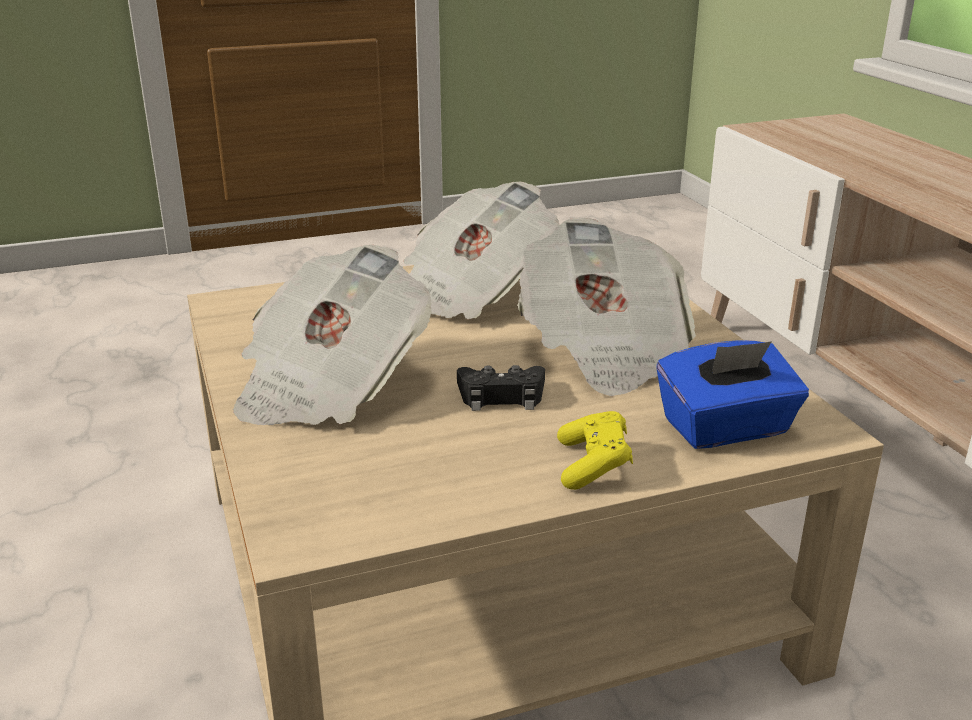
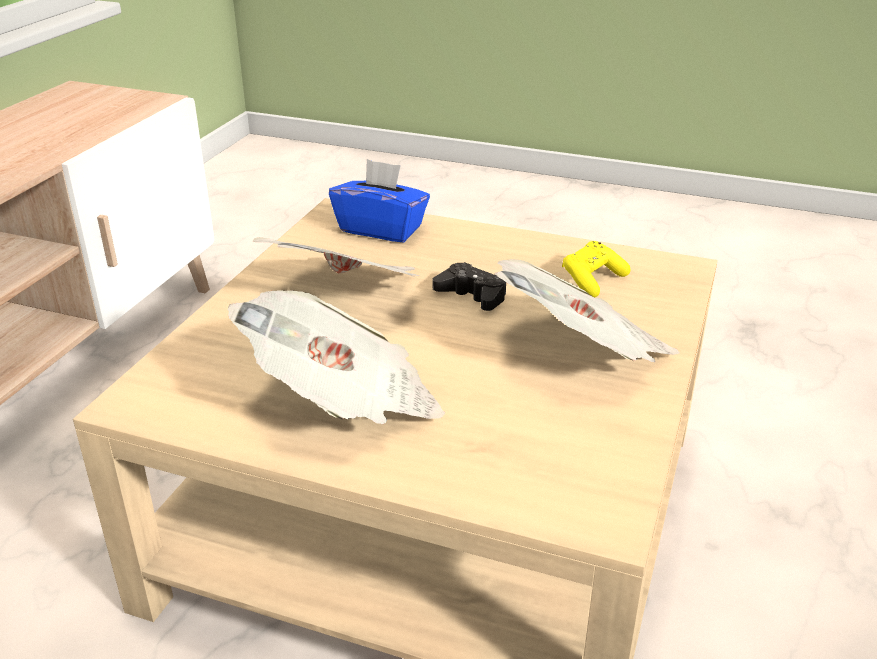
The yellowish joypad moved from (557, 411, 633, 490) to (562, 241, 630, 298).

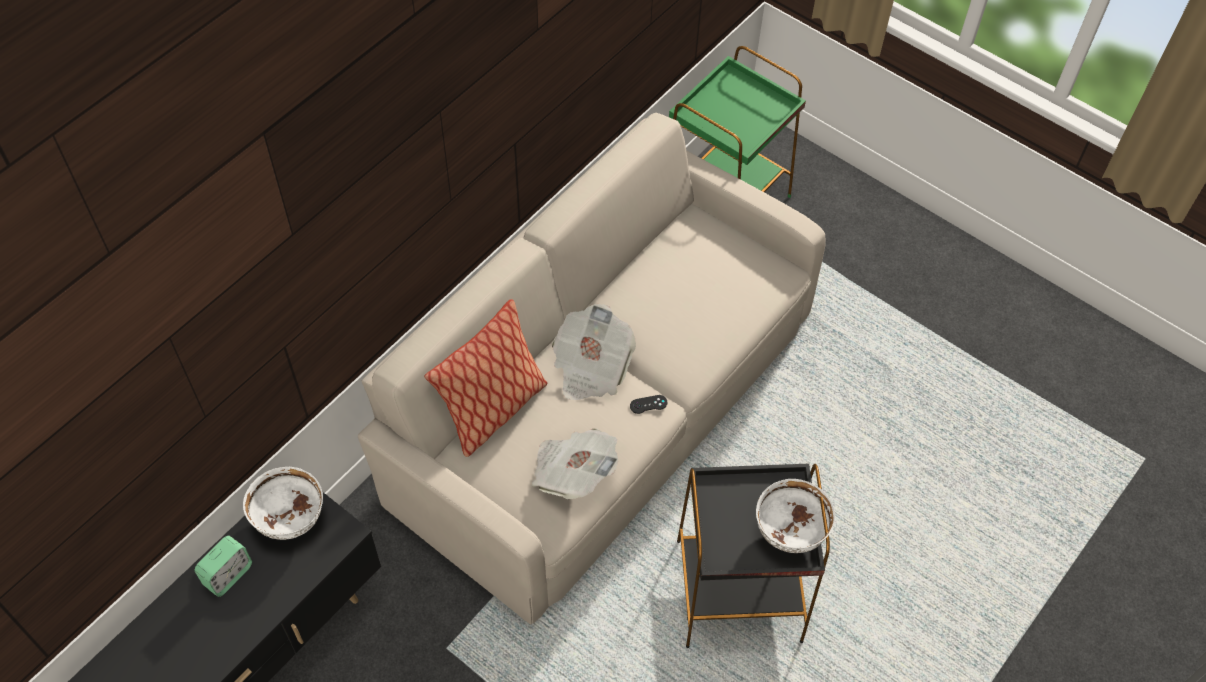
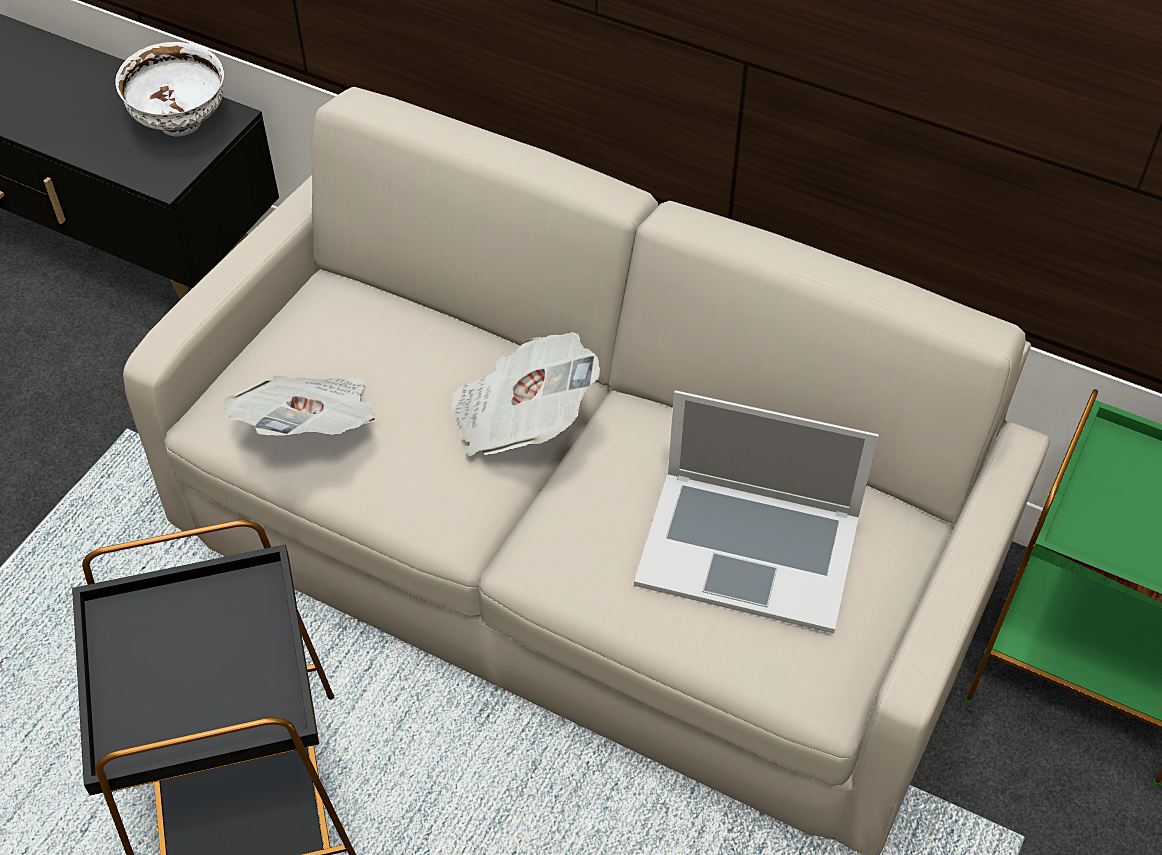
The portable computer at (634, 390, 879, 633) appeared.
The table clock at (195, 536, 252, 597) disappeared.
The throw pillow at (424, 299, 547, 457) disappeared.
The black-coloured joypad at (630, 395, 667, 414) disappeared.
The whitish deep dish at (756, 479, 835, 553) disappeared.

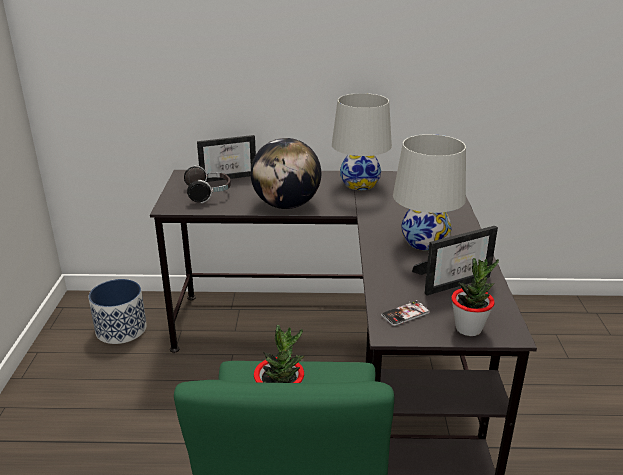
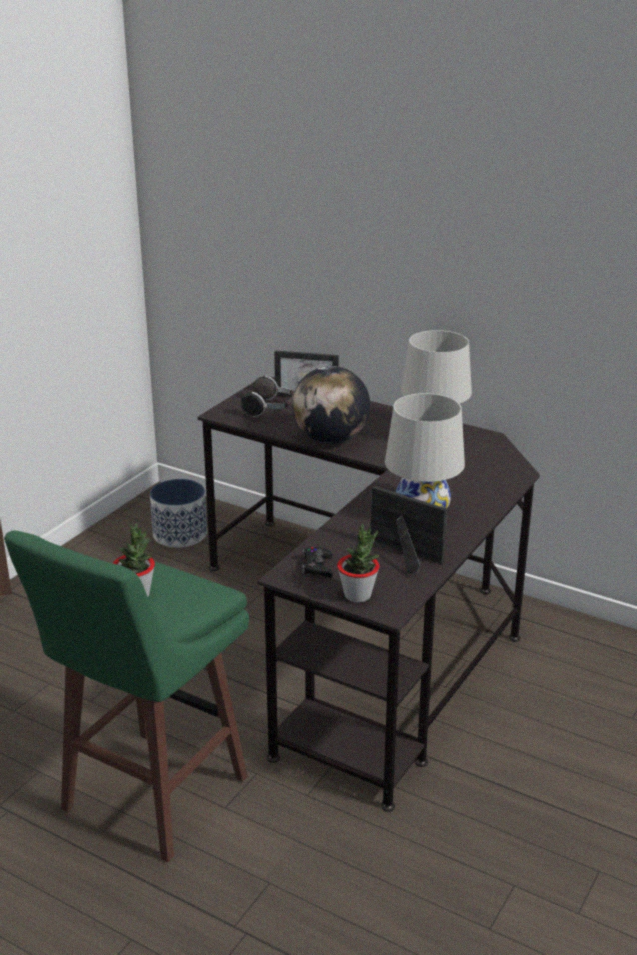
The phone at (381, 300, 430, 326) was replaced by the black-coloured joypad at (302, 547, 333, 578).
The photo frame at (412, 226, 498, 295) turned 150 degrees counterclockwise.

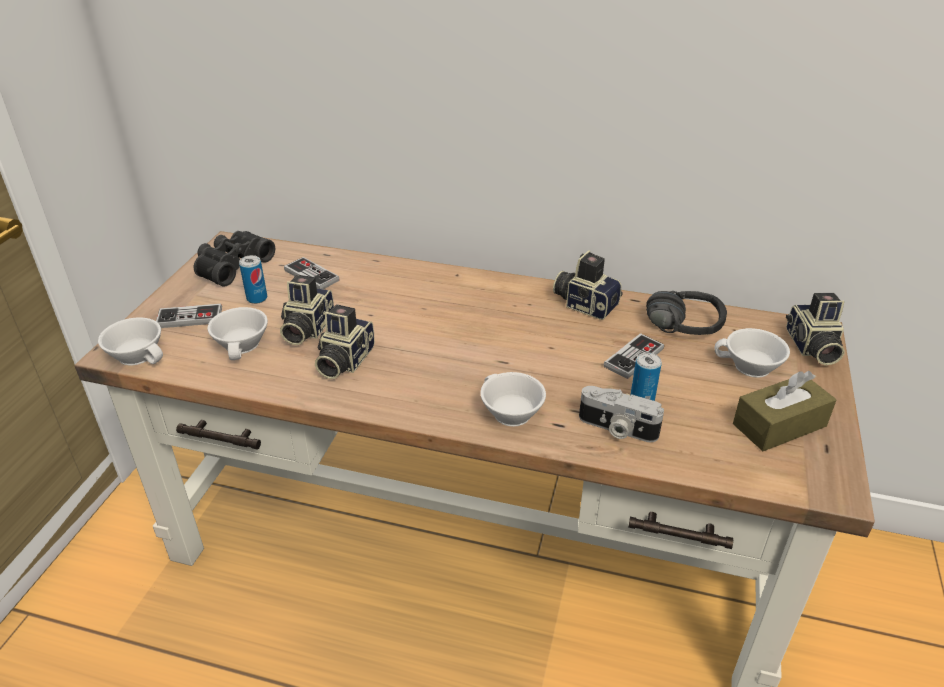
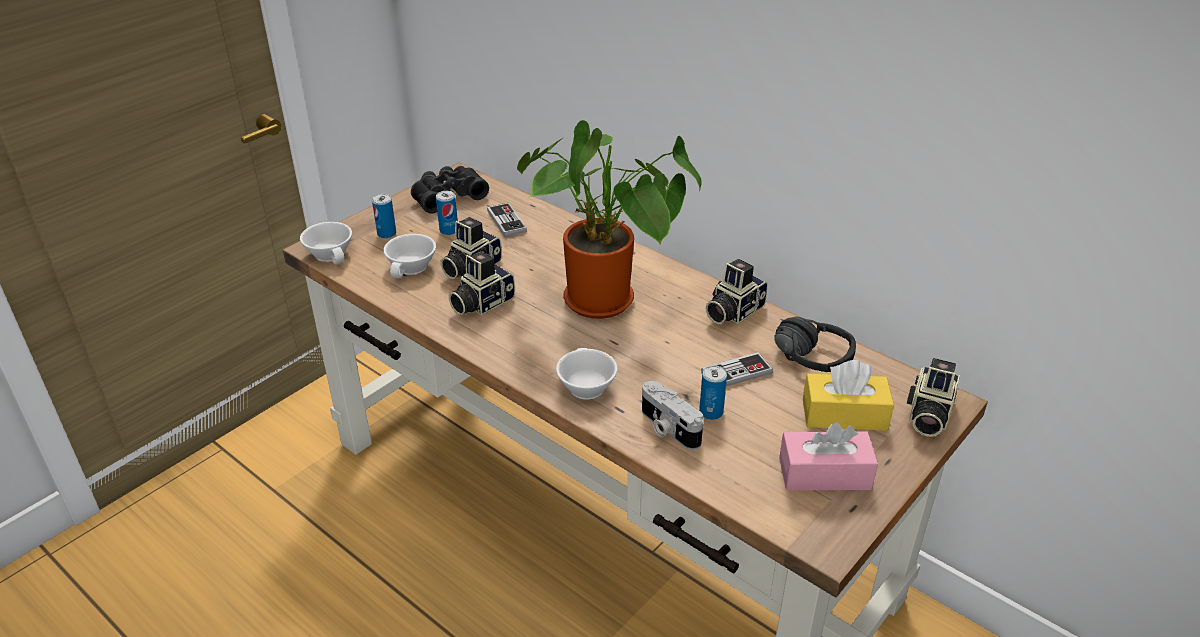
The joypad at (156, 304, 222, 328) was replaced by the can at (372, 194, 396, 239).
The houseplant at (517, 120, 702, 319) appeared.
The still camera at (553, 250, 623, 320) turned 105 degrees counterclockwise.
The brown tissue holder at (733, 371, 837, 451) became the pink tissue holder at (779, 422, 878, 490).
The whitish cup at (714, 328, 790, 378) was replaced by the yellowish tissue holder at (803, 360, 894, 431).

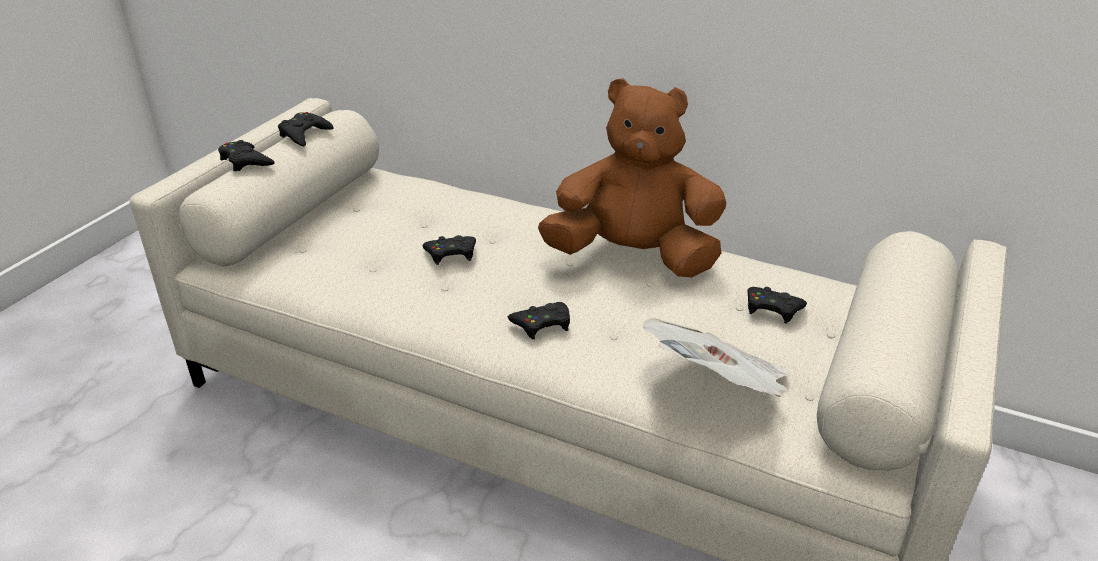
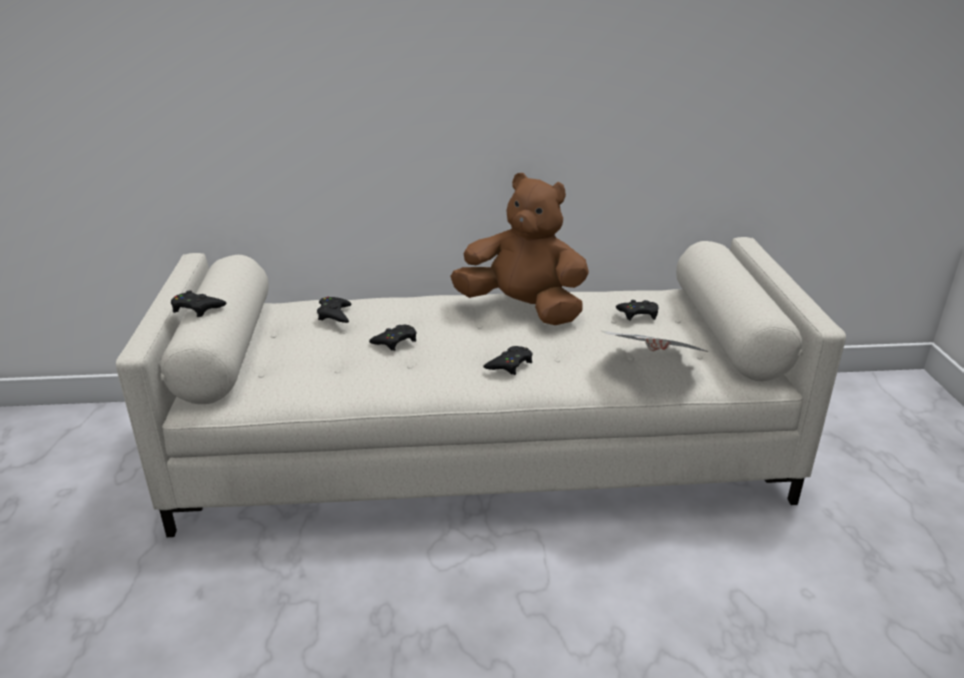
The black-coloured joypad moved from (278, 112, 334, 146) to (317, 297, 352, 323).
The brown cuddly toy at (538, 78, 726, 277) turned 45 degrees clockwise.

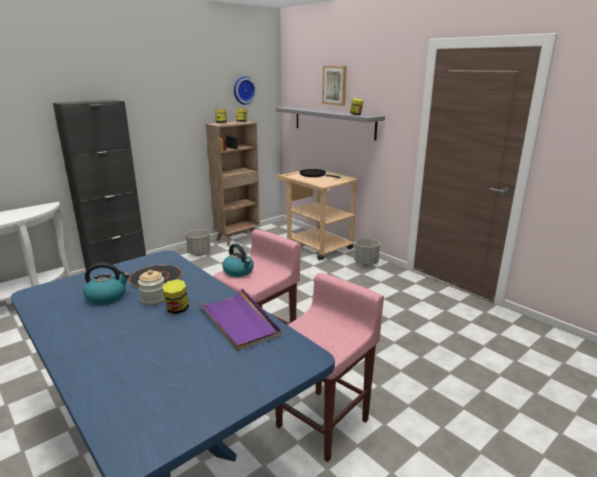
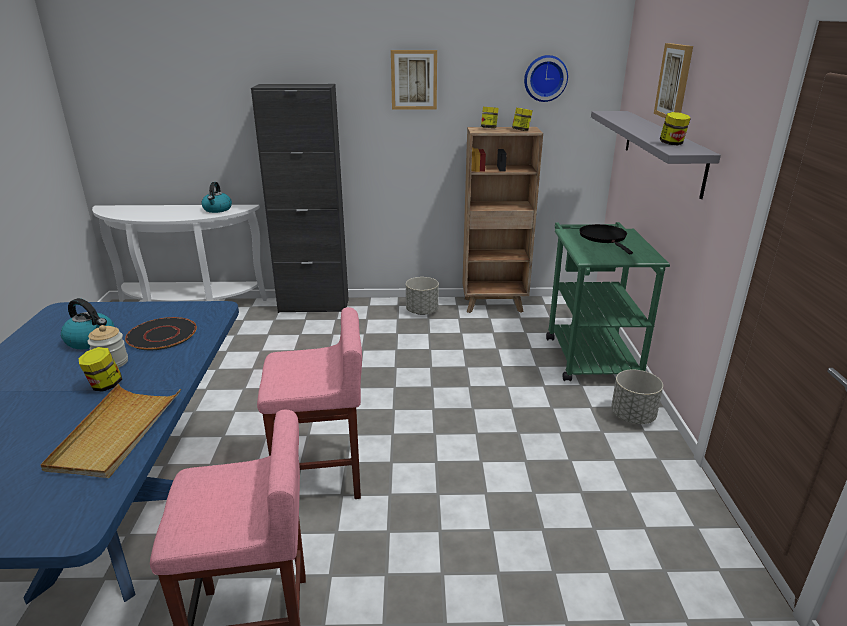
The purplish tray at (197, 288, 281, 351) became the beige-coloured tray at (40, 384, 181, 478).
The water kettle moved from (222, 243, 254, 277) to (201, 182, 232, 213).
The wall art at (391, 50, 437, 110) appeared.
The beige-coloured wheeled cart at (276, 169, 359, 260) became the green-coloured wheeled cart at (546, 222, 670, 381).

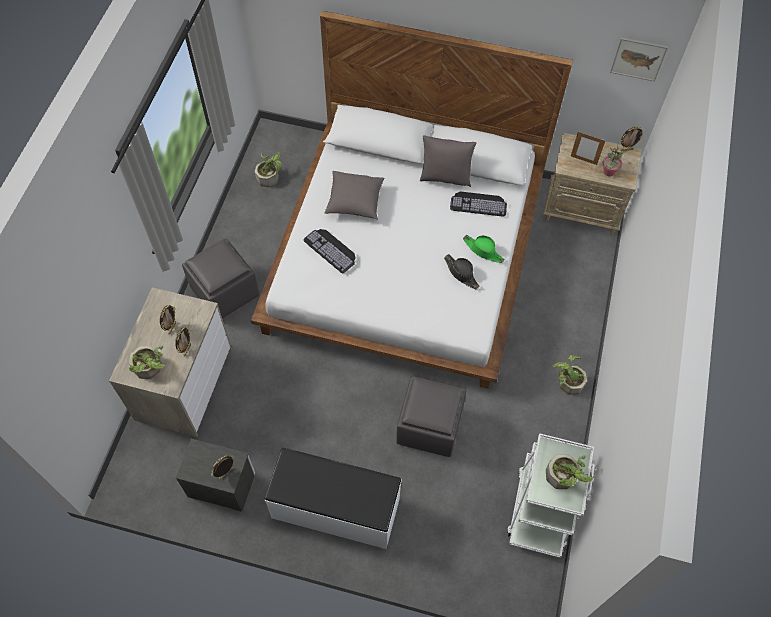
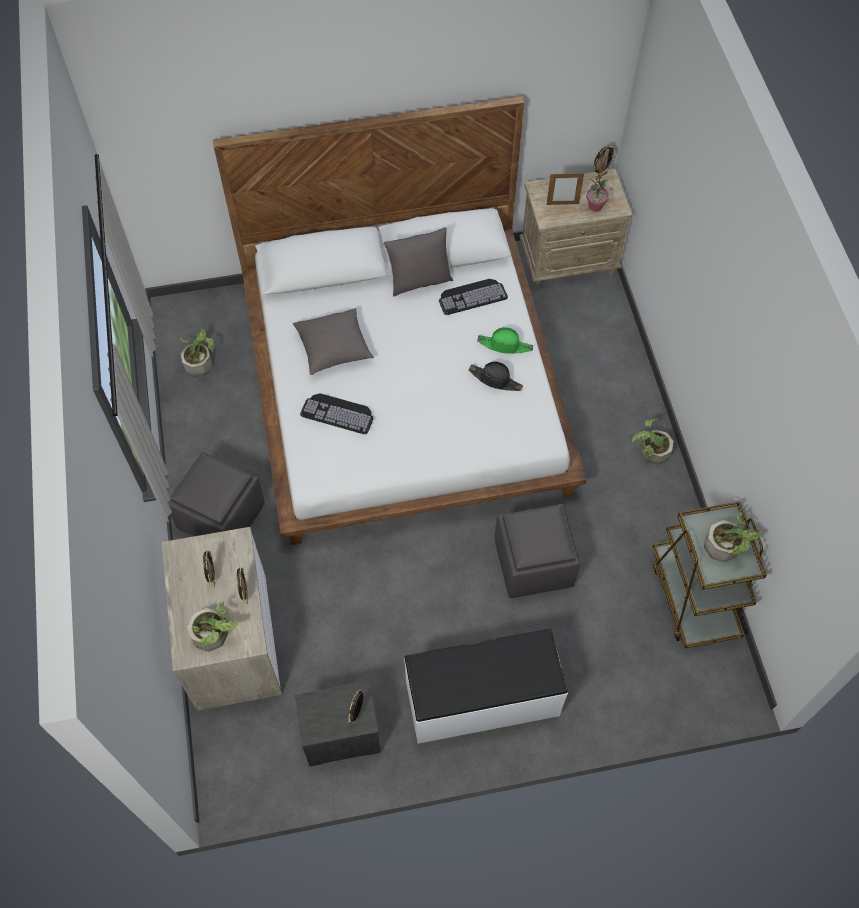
The whitish wheeled cart at (507, 433, 595, 558) became the brown wheeled cart at (653, 501, 767, 648).
The wall art at (610, 38, 668, 82) disappeared.

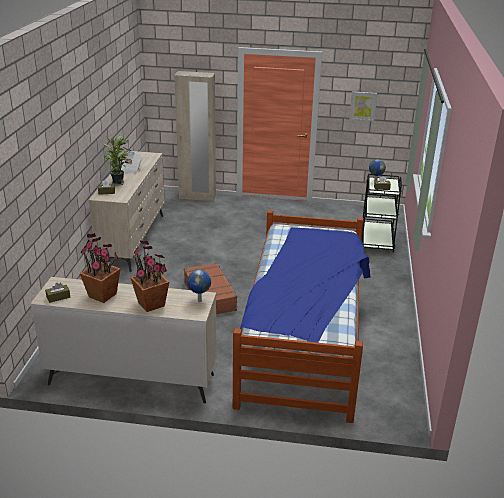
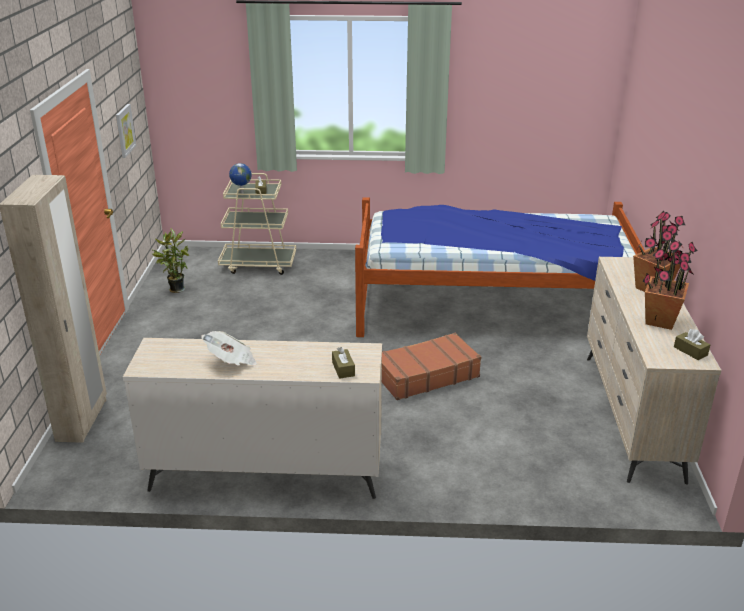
The houseplant moved from (103, 135, 131, 186) to (152, 228, 189, 293).
The black-coloured wheeled cart at (362, 174, 402, 252) became the beige-coloured wheeled cart at (218, 173, 296, 275).
The globe at (187, 270, 211, 302) disappeared.

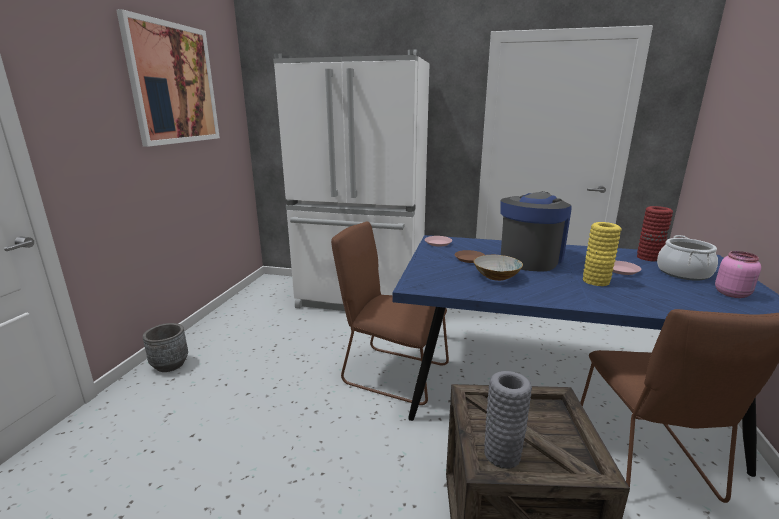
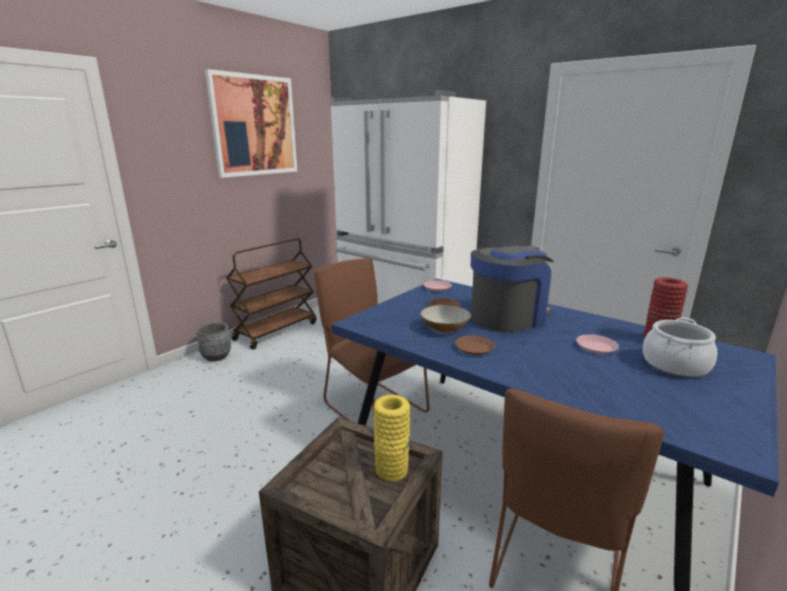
The brown wheeled cart at (226, 238, 317, 349) appeared.
The yellowish vase moved from (583, 222, 622, 286) to (373, 395, 410, 481).
The brown flat dish at (455, 335, 495, 355) appeared.
The grey vase at (484, 371, 532, 469) disappeared.
The pink jar at (715, 251, 761, 298) disappeared.

